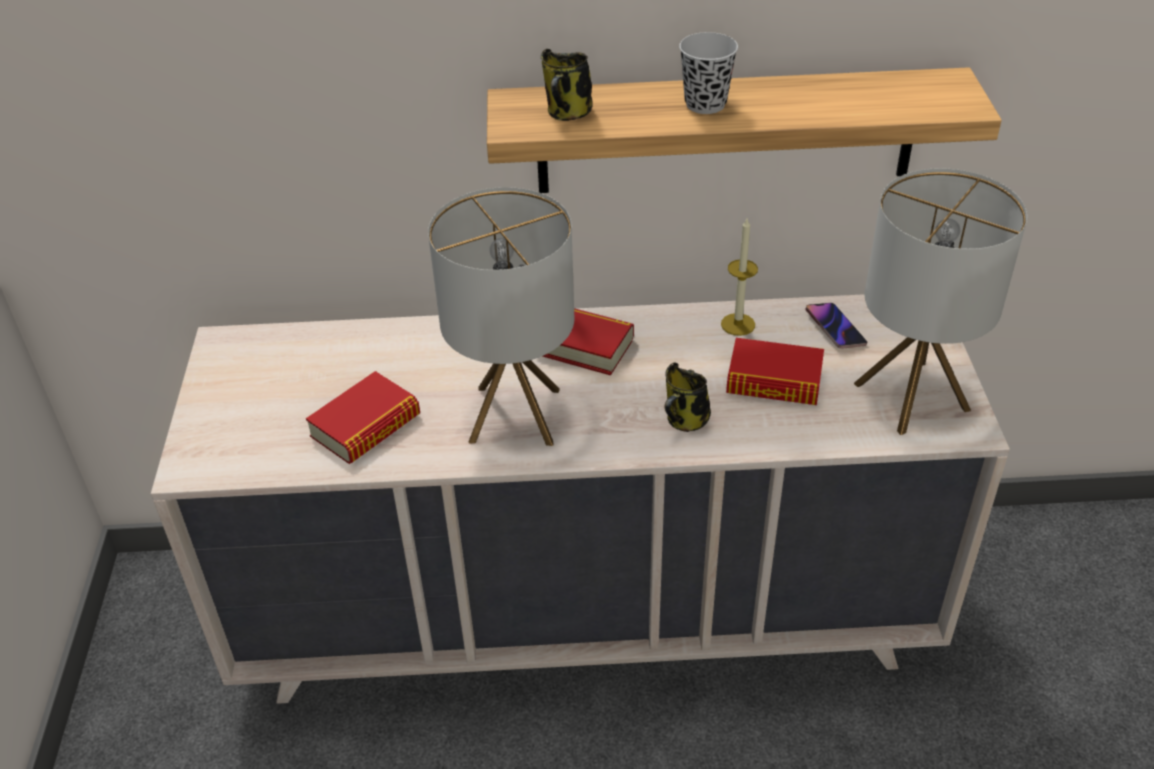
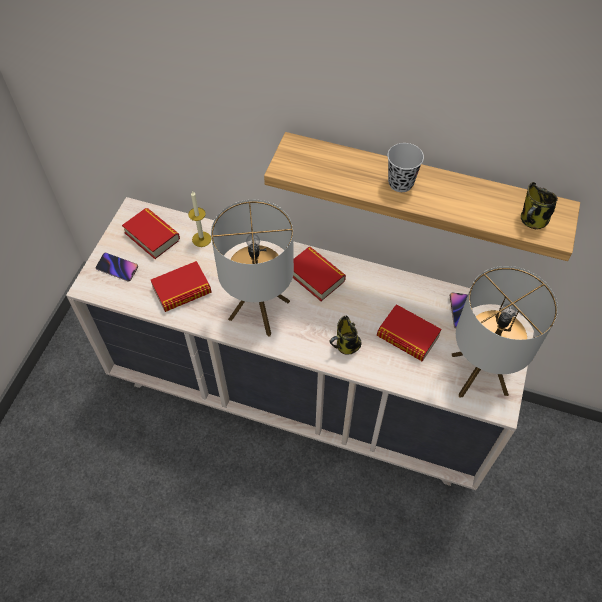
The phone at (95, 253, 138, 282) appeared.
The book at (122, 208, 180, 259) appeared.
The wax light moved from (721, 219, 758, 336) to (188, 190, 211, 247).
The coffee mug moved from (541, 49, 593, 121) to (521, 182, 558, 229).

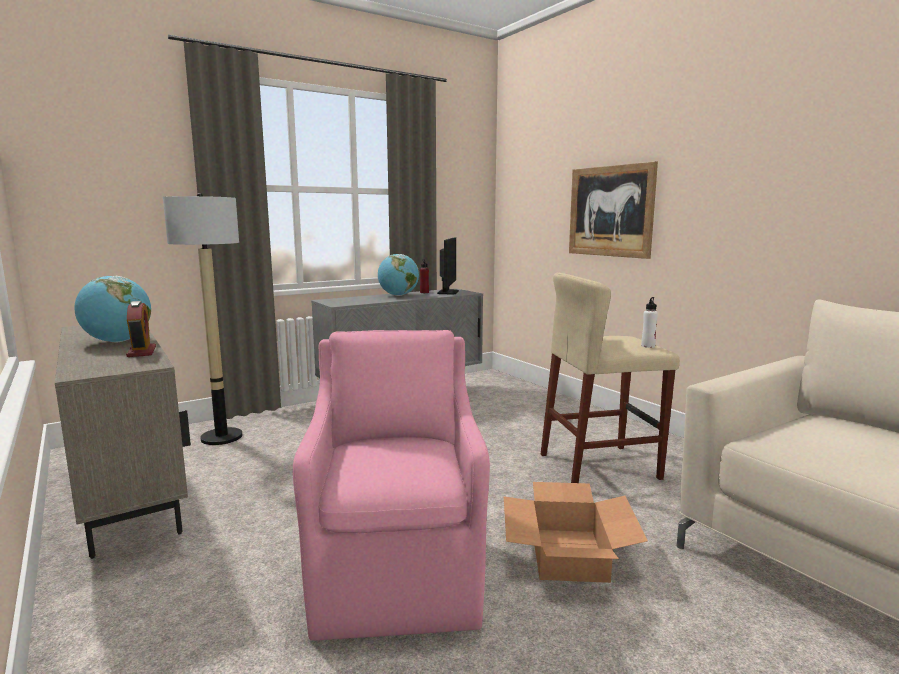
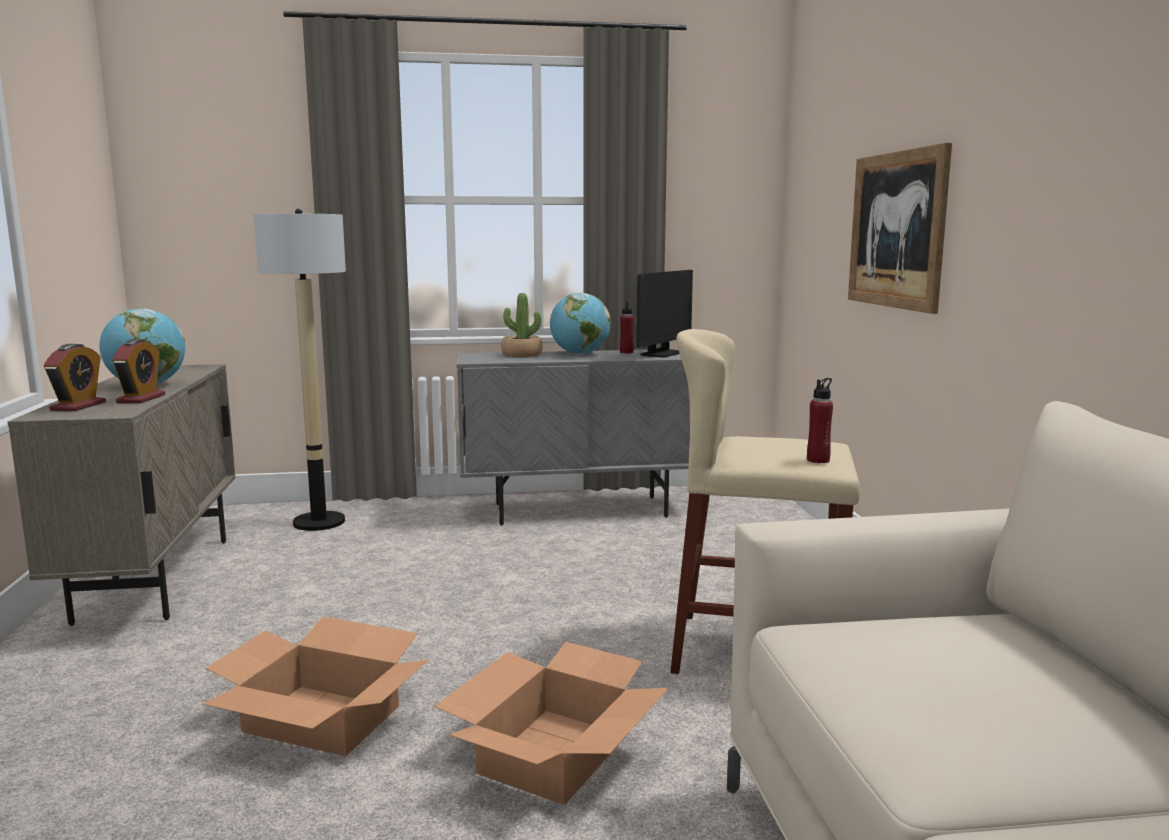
The table clock at (44, 344, 106, 411) appeared.
The pink easy chair at (293, 330, 490, 641) was replaced by the cardboard box at (203, 617, 429, 756).
The houseplant at (501, 293, 543, 357) appeared.
The whitish bottle at (641, 297, 658, 348) became the red bottle at (807, 378, 833, 463).

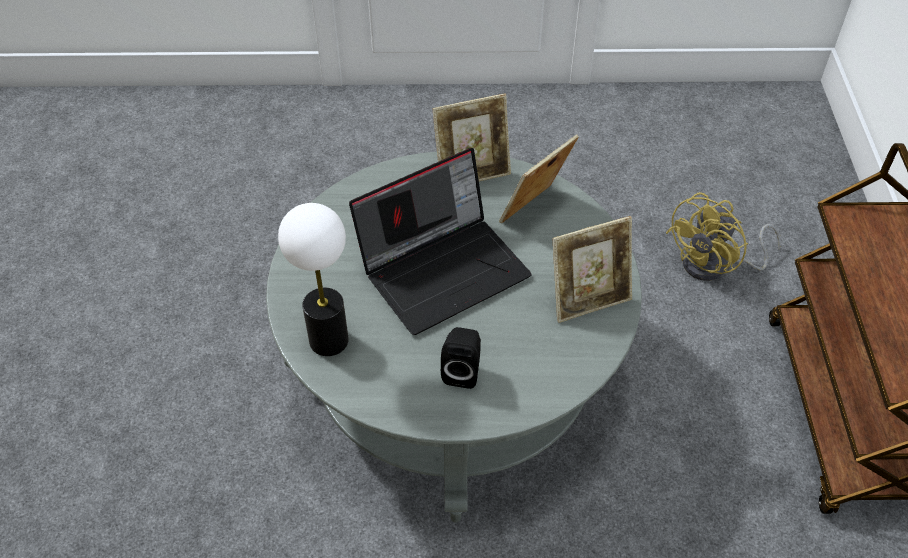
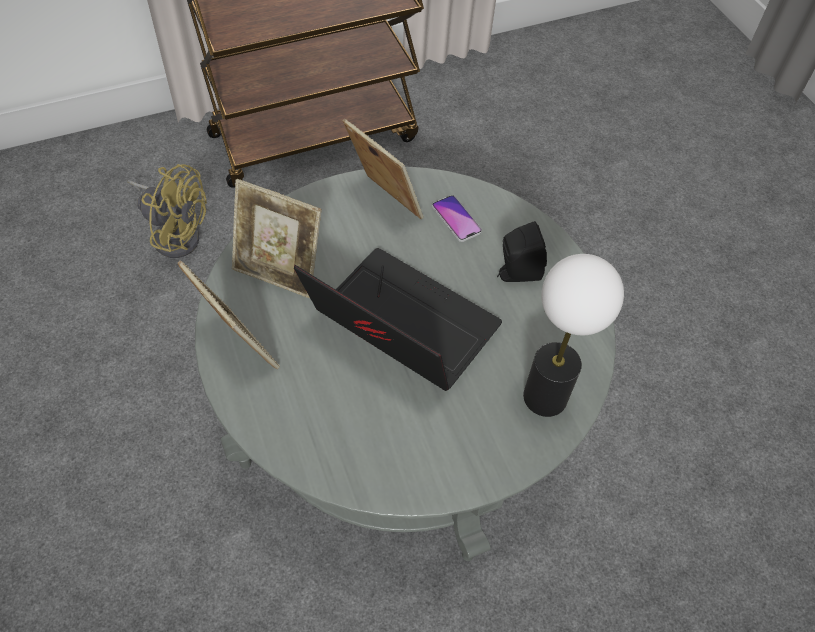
The phone at (432, 195, 482, 242) appeared.

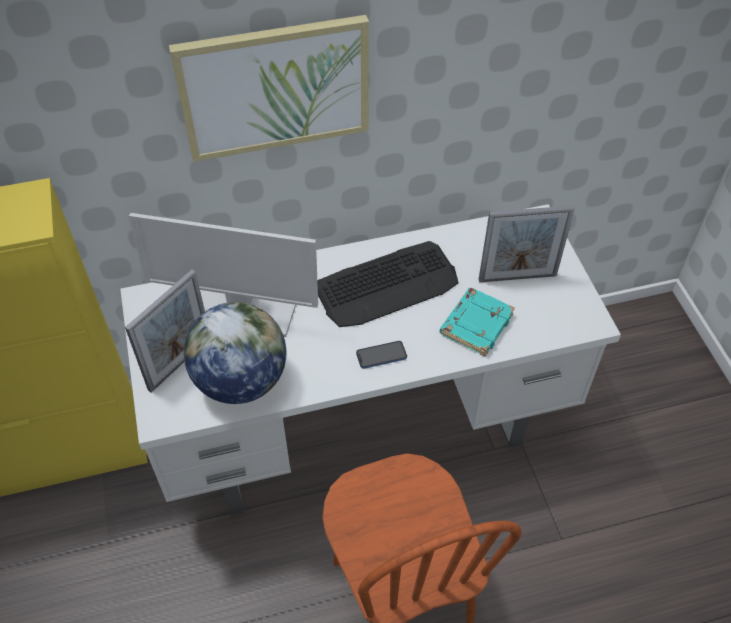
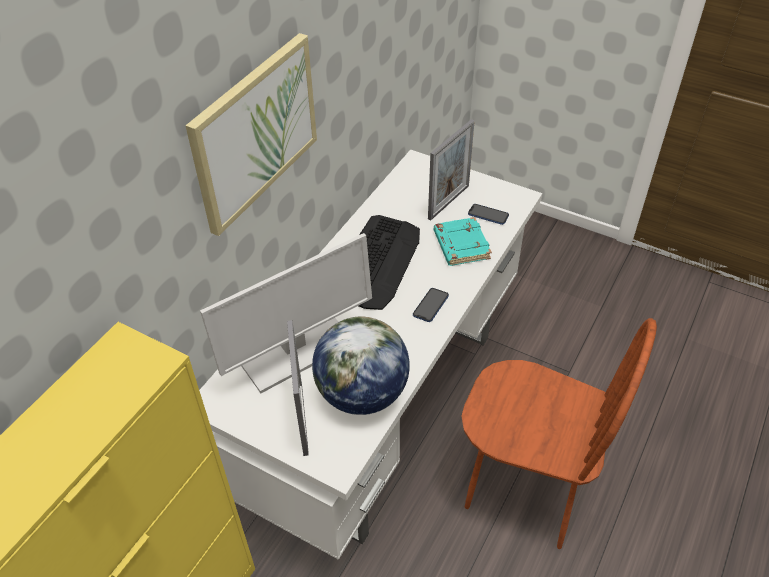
The phone at (468, 204, 509, 225) appeared.

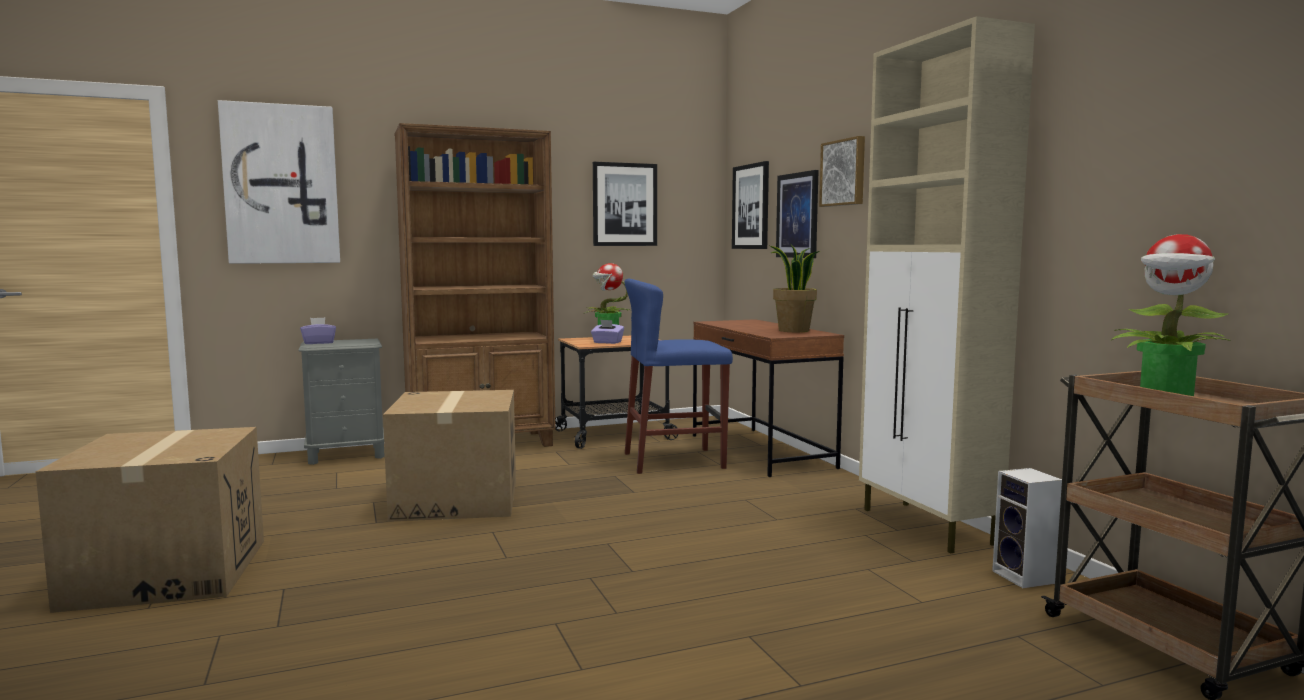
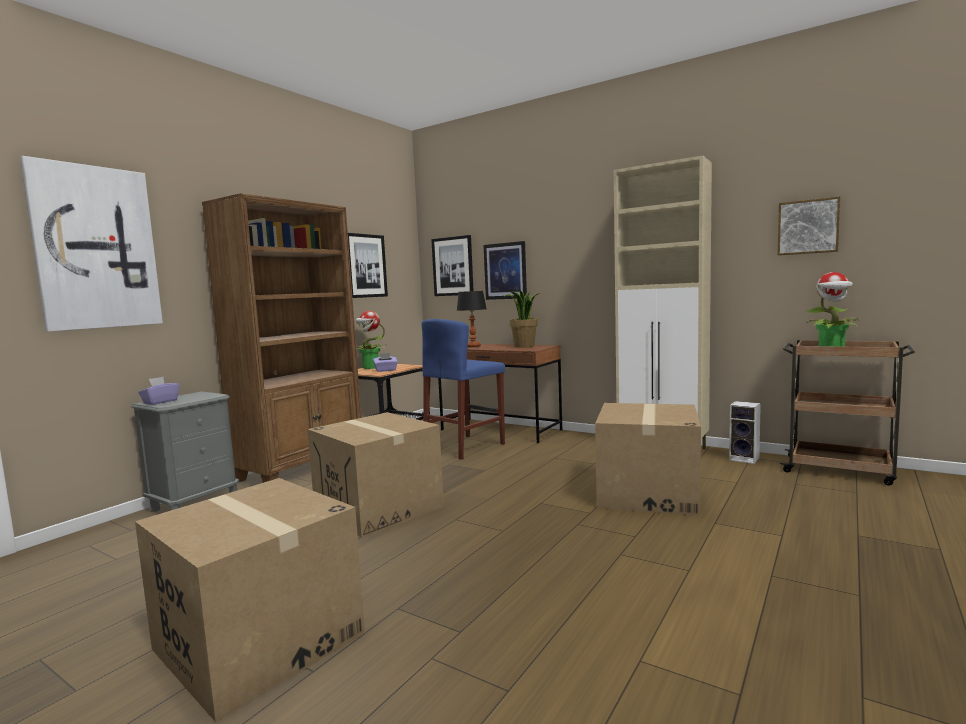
The tabletop lamp at (457, 291, 487, 347) appeared.
The cardboard box at (595, 403, 701, 516) appeared.
The wall art moved from (819, 136, 865, 207) to (778, 196, 840, 256).

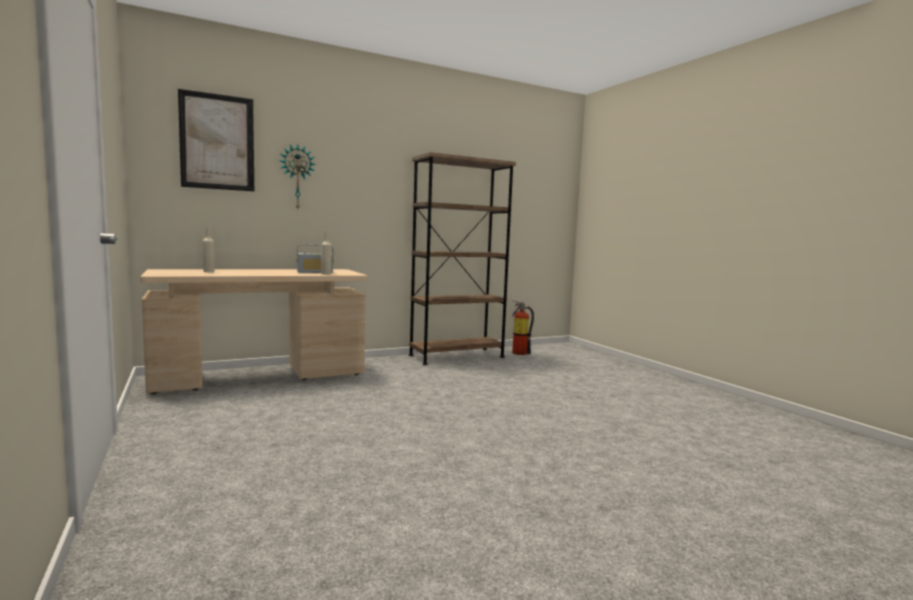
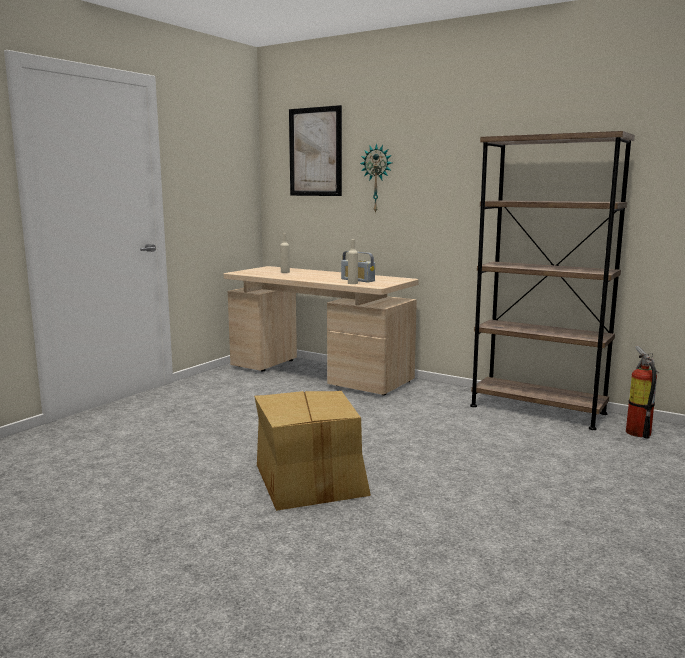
The cardboard box at (254, 391, 371, 511) appeared.

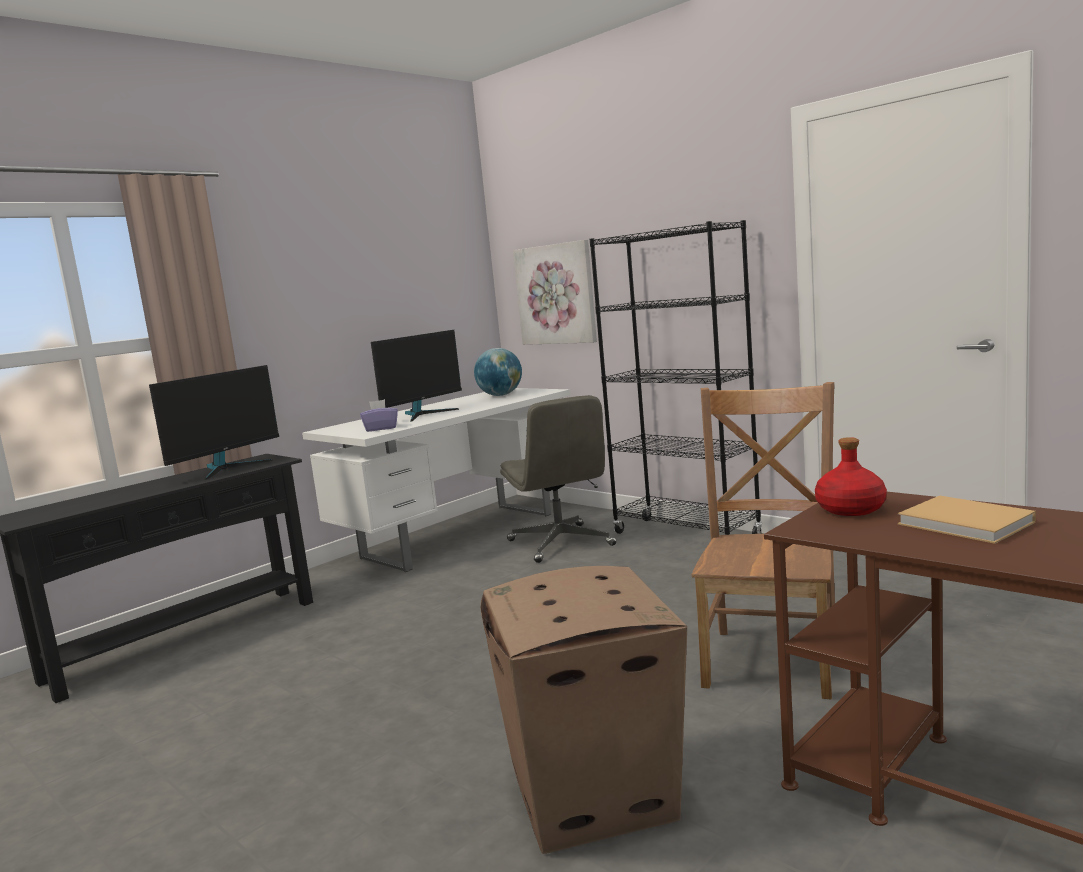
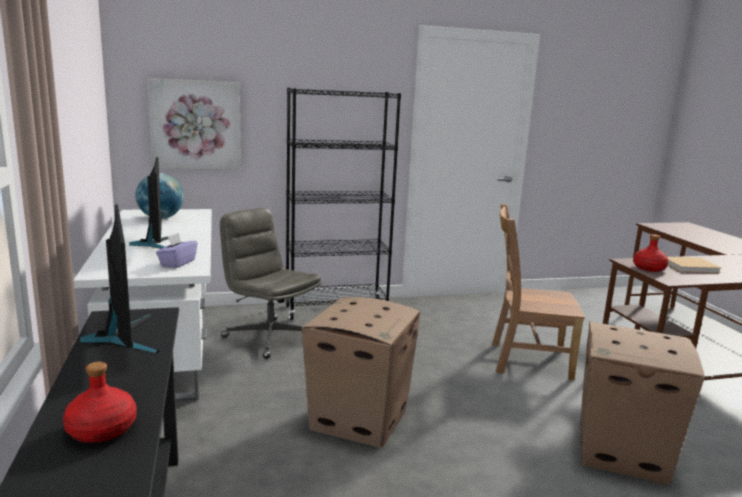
The red bottle at (63, 362, 136, 443) appeared.
The grey computer chair at (500, 395, 616, 563) turned 150 degrees counterclockwise.
The cardboard box at (302, 297, 420, 448) appeared.
The brown upright chair at (692, 382, 835, 699) turned 45 degrees counterclockwise.

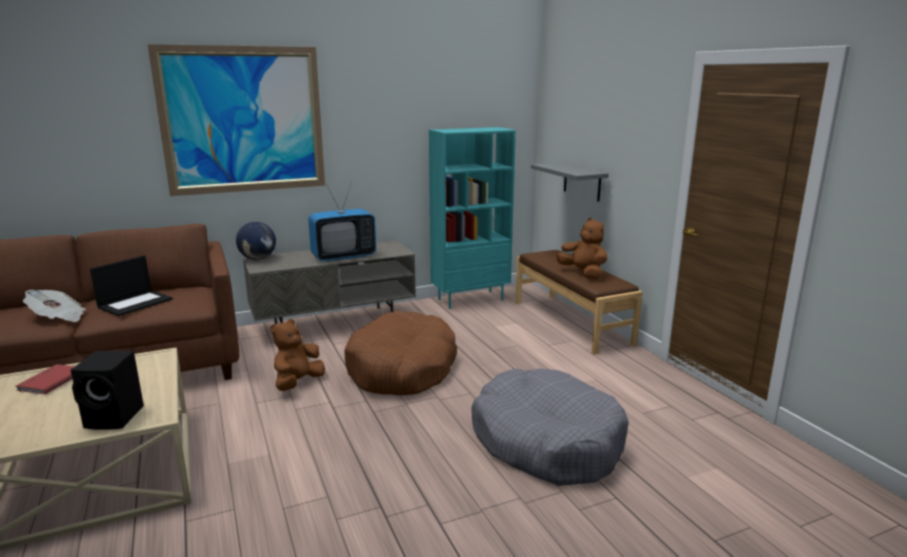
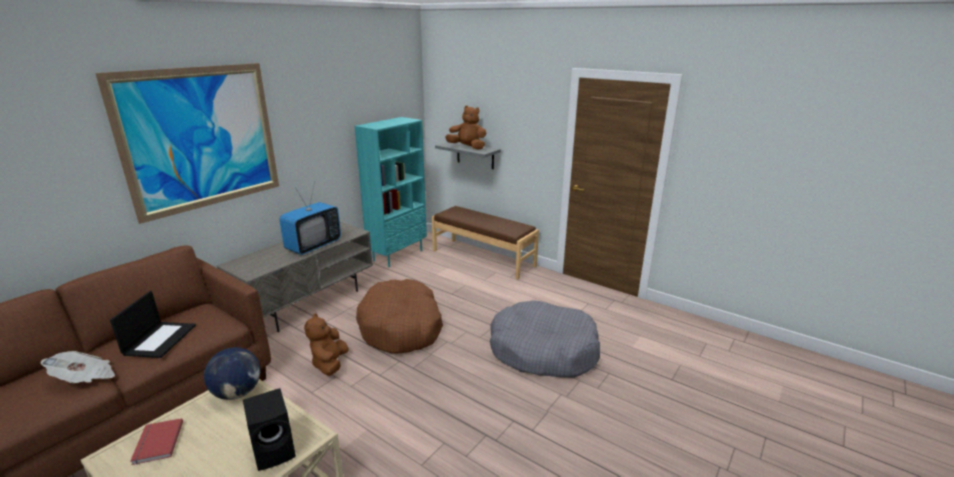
The globe moved from (236, 222, 276, 260) to (204, 347, 260, 400).
The brown cuddly toy moved from (556, 218, 608, 279) to (445, 106, 487, 150).

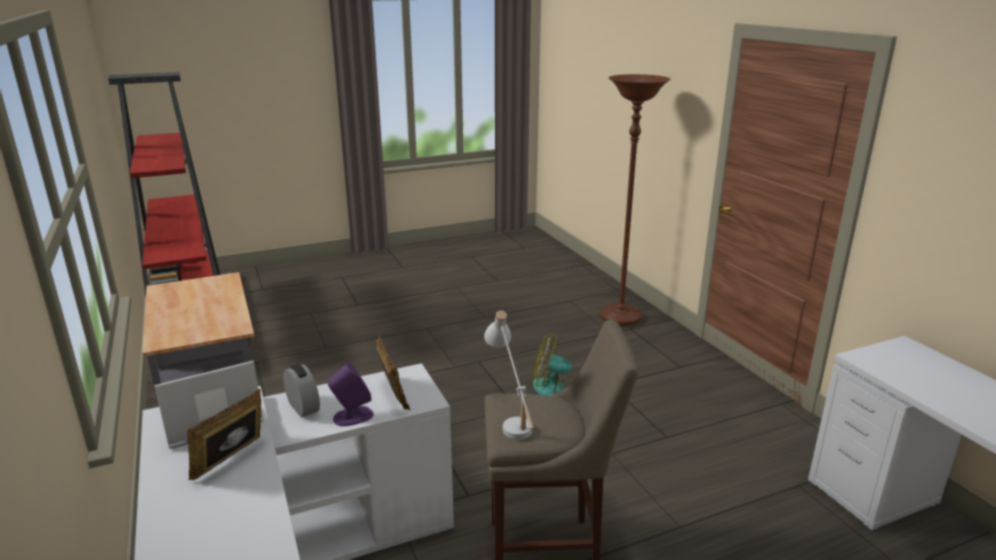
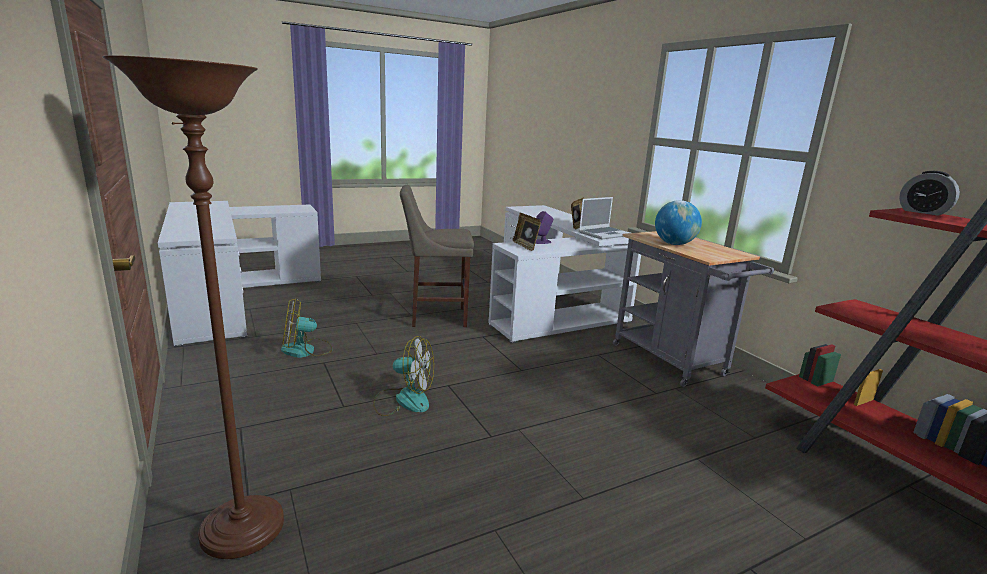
The cooling fan at (281, 298, 332, 358) appeared.
The globe at (655, 200, 702, 245) appeared.
The table clock moved from (283, 364, 320, 418) to (899, 171, 960, 216).
The whitish tabletop lamp at (484, 311, 534, 440) disappeared.

